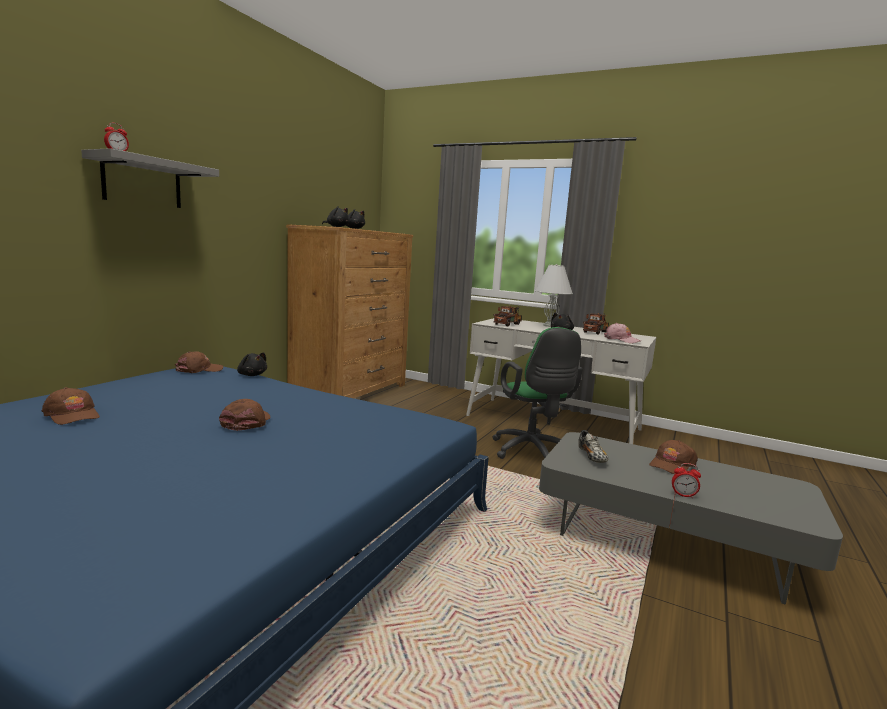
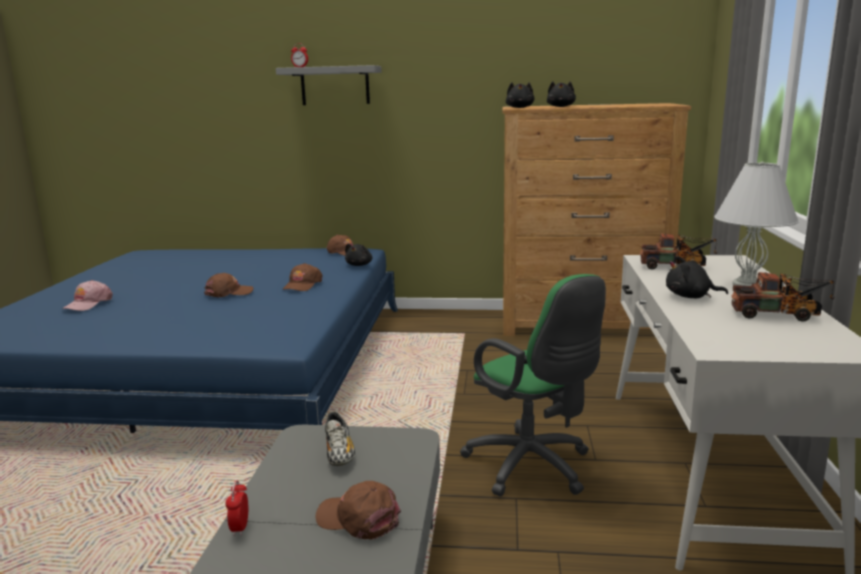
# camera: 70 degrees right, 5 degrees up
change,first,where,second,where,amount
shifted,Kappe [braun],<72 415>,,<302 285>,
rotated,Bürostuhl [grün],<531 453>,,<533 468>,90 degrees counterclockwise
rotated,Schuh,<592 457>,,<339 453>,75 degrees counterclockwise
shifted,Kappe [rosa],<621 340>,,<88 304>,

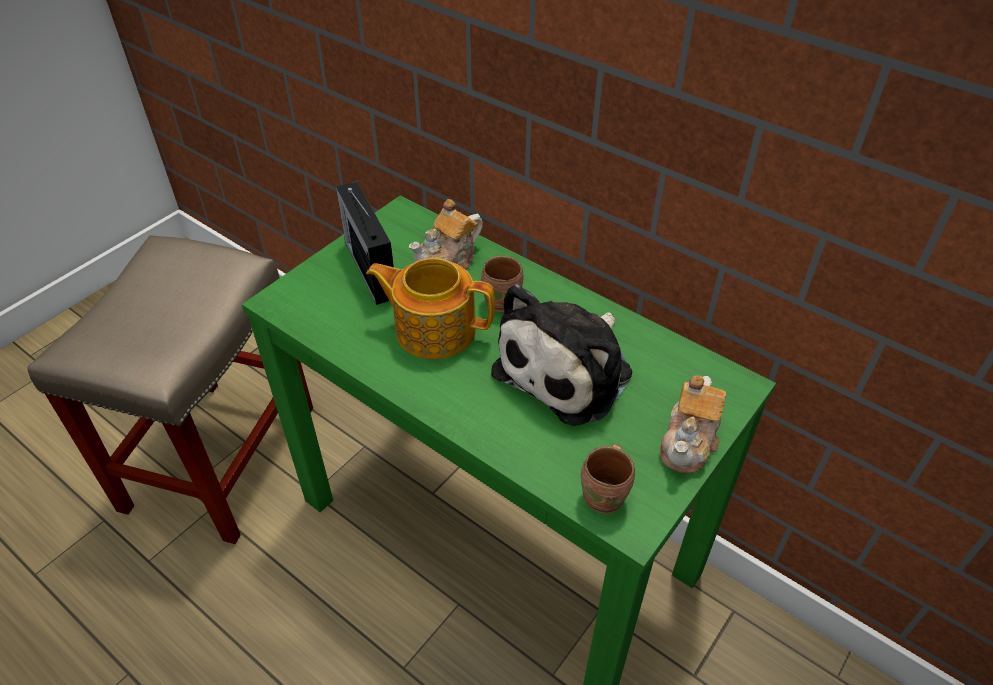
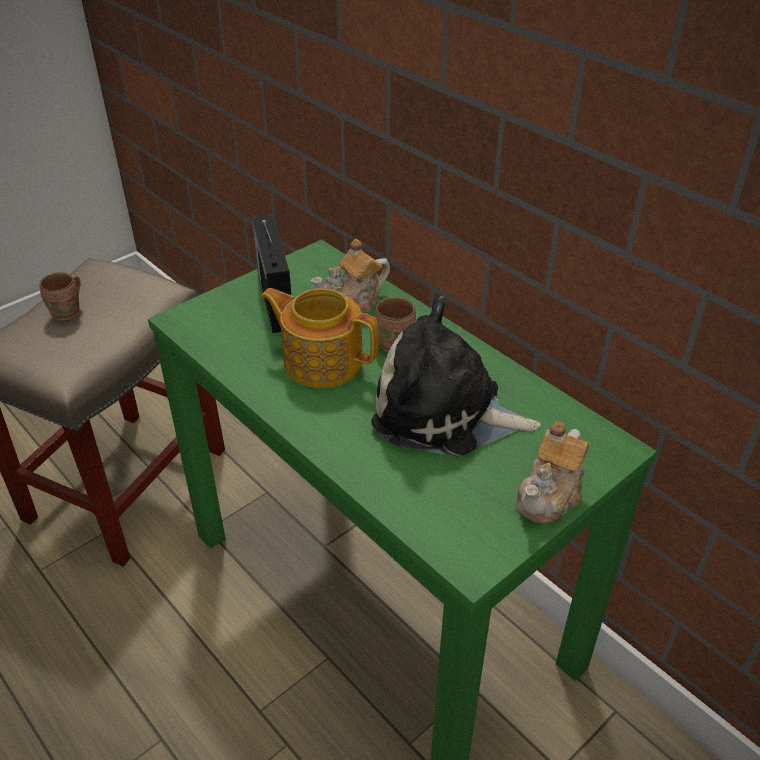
# camera: 10 degrees right, 5 degrees down
change,first,where,second,where,amount
rotated,Plüschtier,<569 370>,,<445 413>,60 degrees clockwise
shifted,Henkelbecher [braun],<606 496>,,<69 312>,

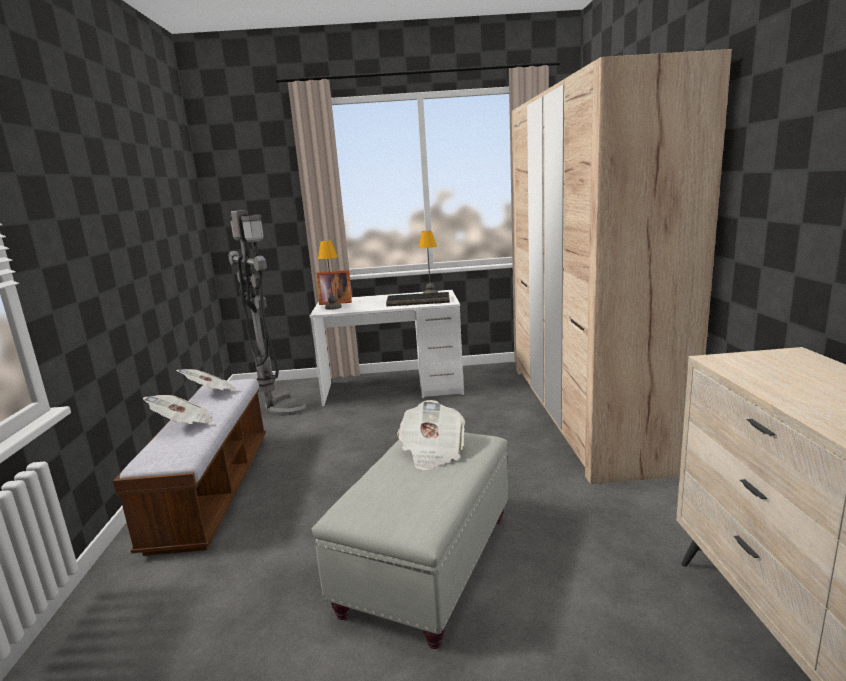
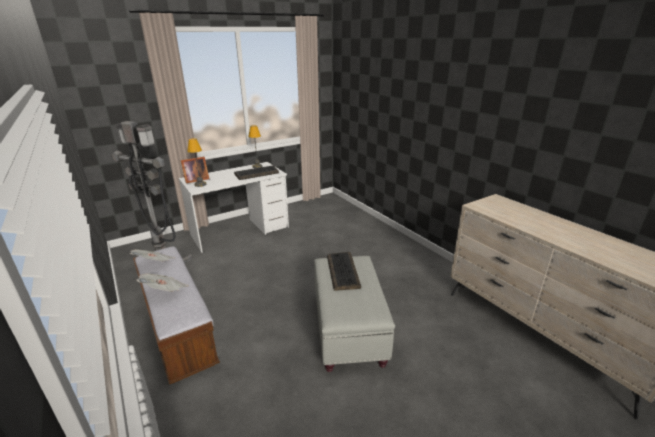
# camera: 30 degrees left, 10 degrees up
change,first,where,second,where,amount
swapped,Zeitung,<432 452>,Tastatur,<343 272>,
gone,Kleiderschrank [beige],<585 411>,,,

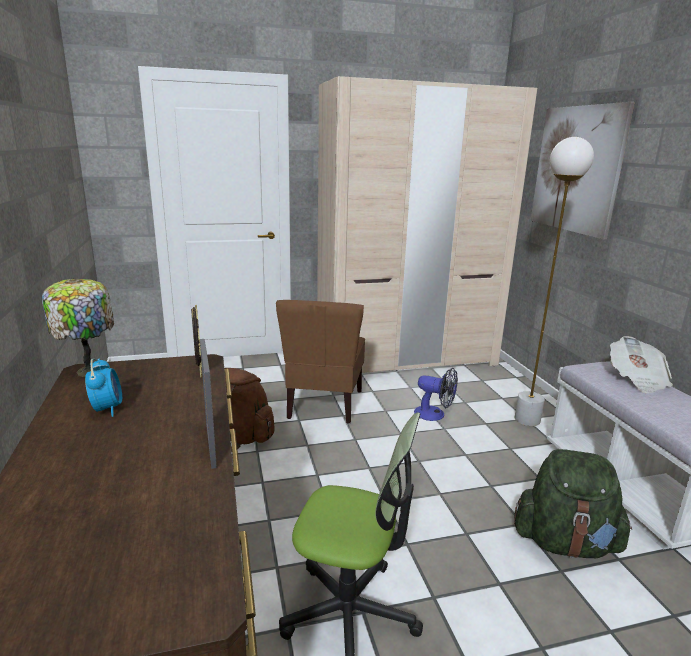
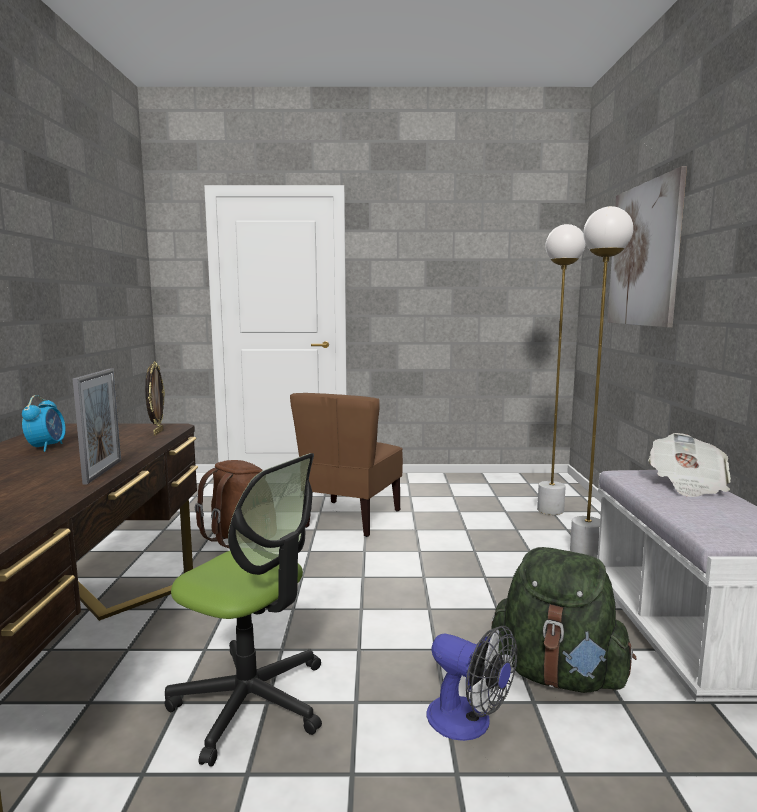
# camera: 15 degrees right, 10 degrees down
change,first,where,second,where,amount
gone,Tischlampe,<88 370>,,,
gone,Kleiderschrank [beige],<406 358>,,,
shifted,Ventilator,<435 414>,,<469 723>,
new,,,Stehlampe [weiß],<550 510>,

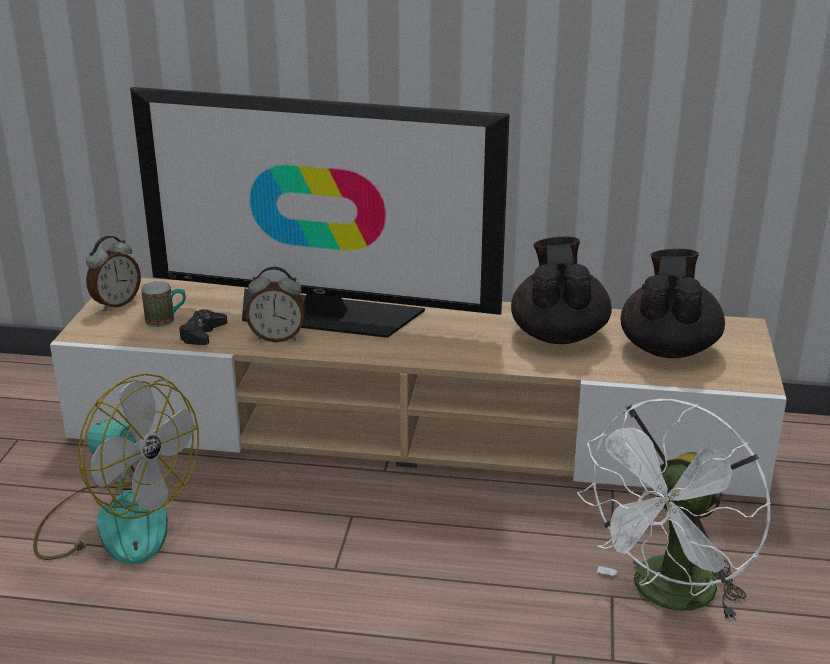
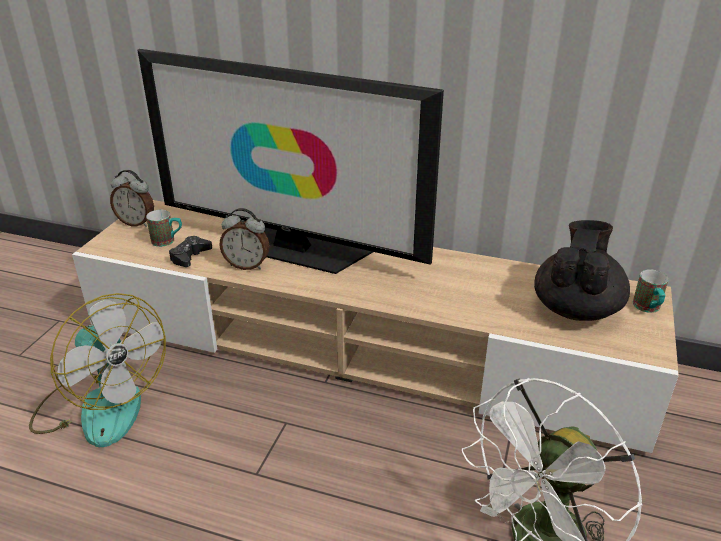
# camera: 10 degrees right, 5 degrees up
change,first,where,second,where,amount
rotated,Wecker,<116 303>,,<137 223>,60 degrees clockwise
gone,Teekanne [schwarz],<558 334>,,,
new,,,Henkelbecher,<648 308>,

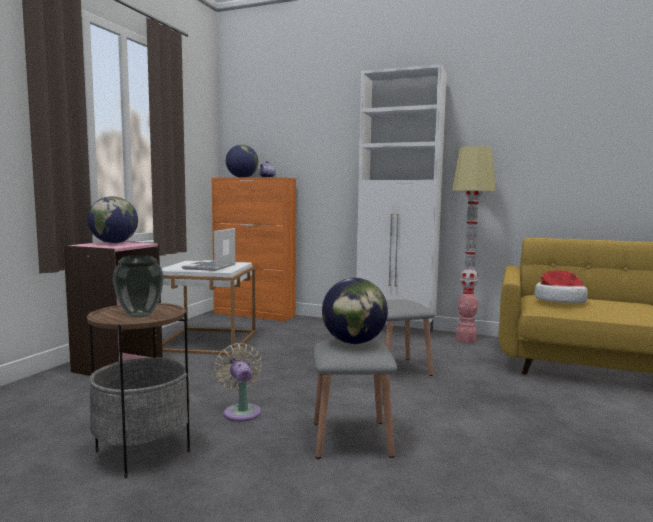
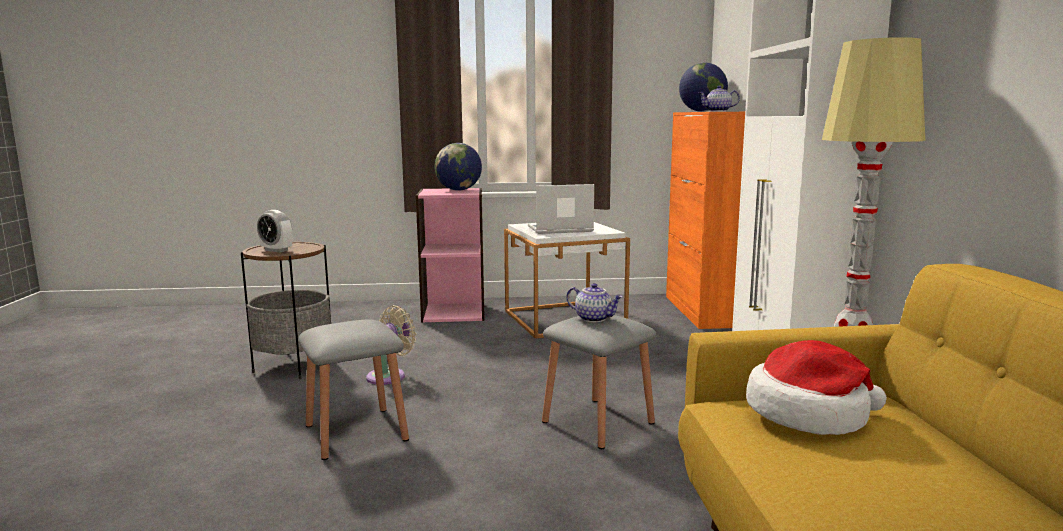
# camera: 65 degrees right, 5 degrees up
change,first,where,second,where,amount
swapped,Vase,<140 315>,Wecker,<276 250>,
gone,Globus,<354 342>,,,
new,,,Teekanne,<594 318>,

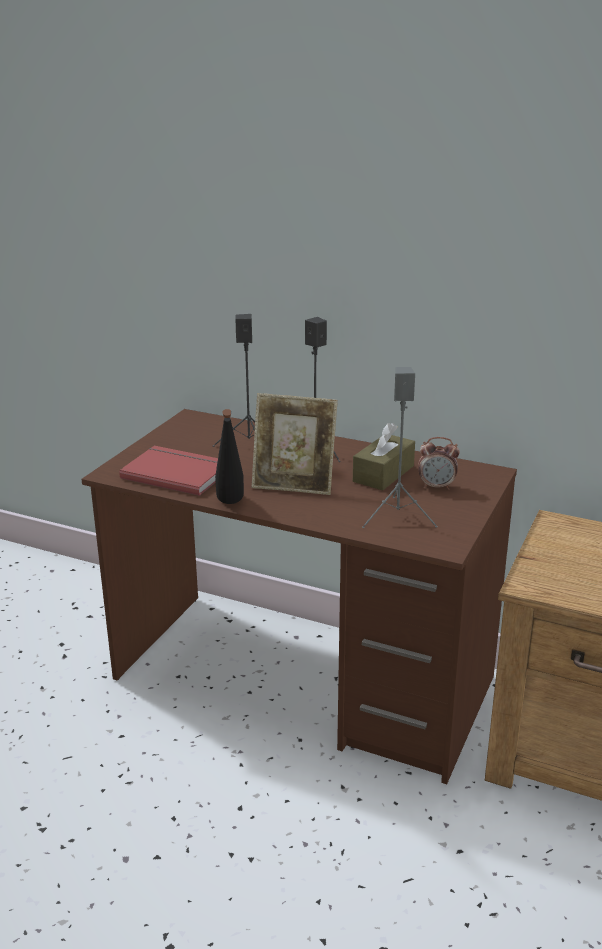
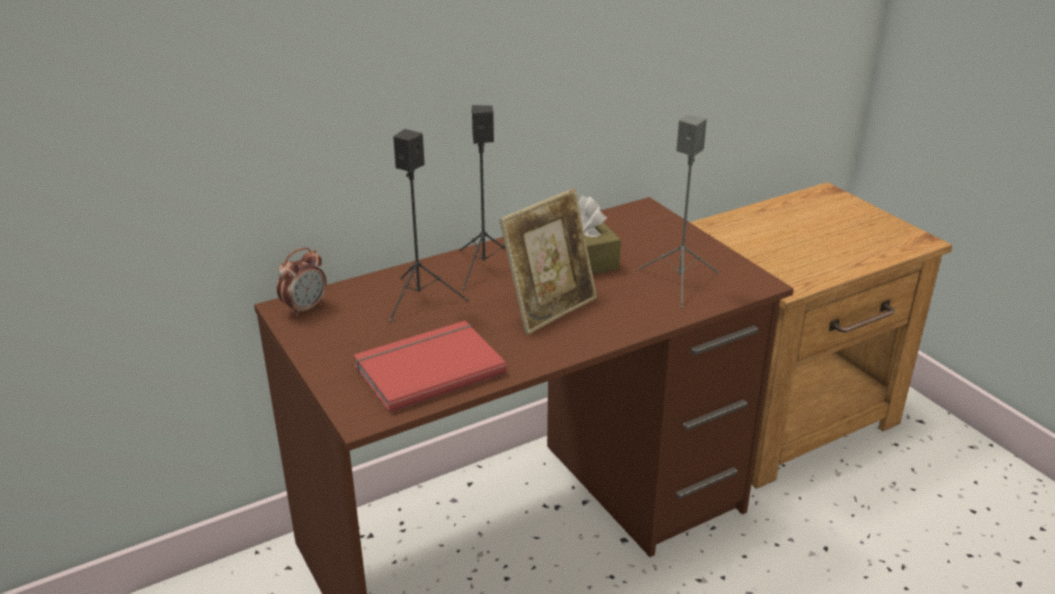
# camera: 55 degrees left, 5 degrees up
change,first,where,second,where,amount
gone,Flasche [schwarz],<230 505>,,,
shifted,Wecker,<436 486>,,<305 308>,

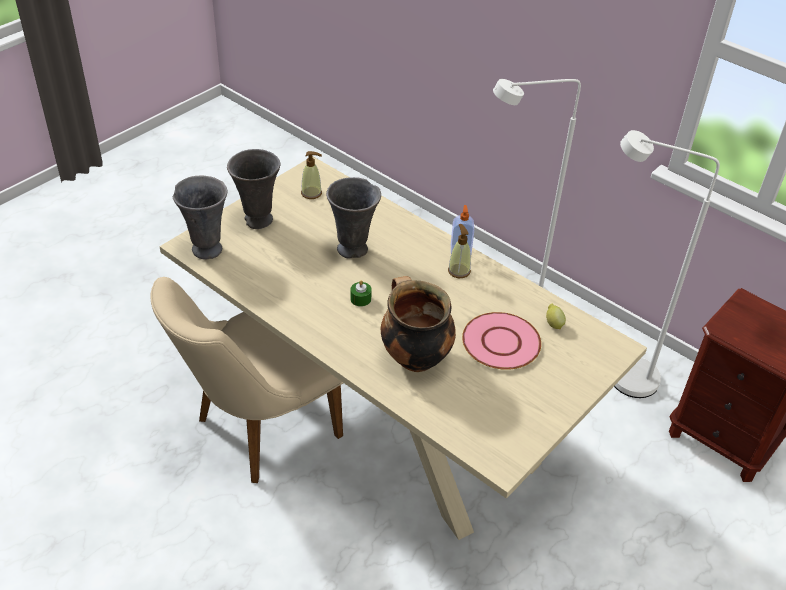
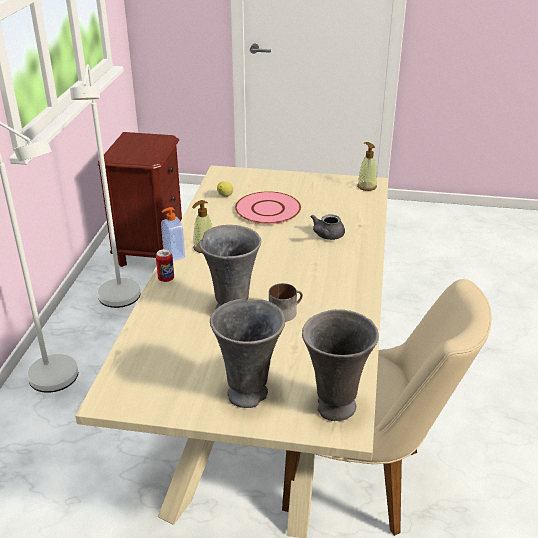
# camera: 120 degrees left, 10 degrees down
change,first,where,second,where,amount
shifted,Seifenspender,<311 193>,,<366 186>,
gone,Kerze [grün],<360 299>,,,
swapped,Kochtopf,<414 357>,Teekanne [grau],<326 236>,
new,,,Dose,<166 278>,
new,,,Henkelbecher,<285 311>,

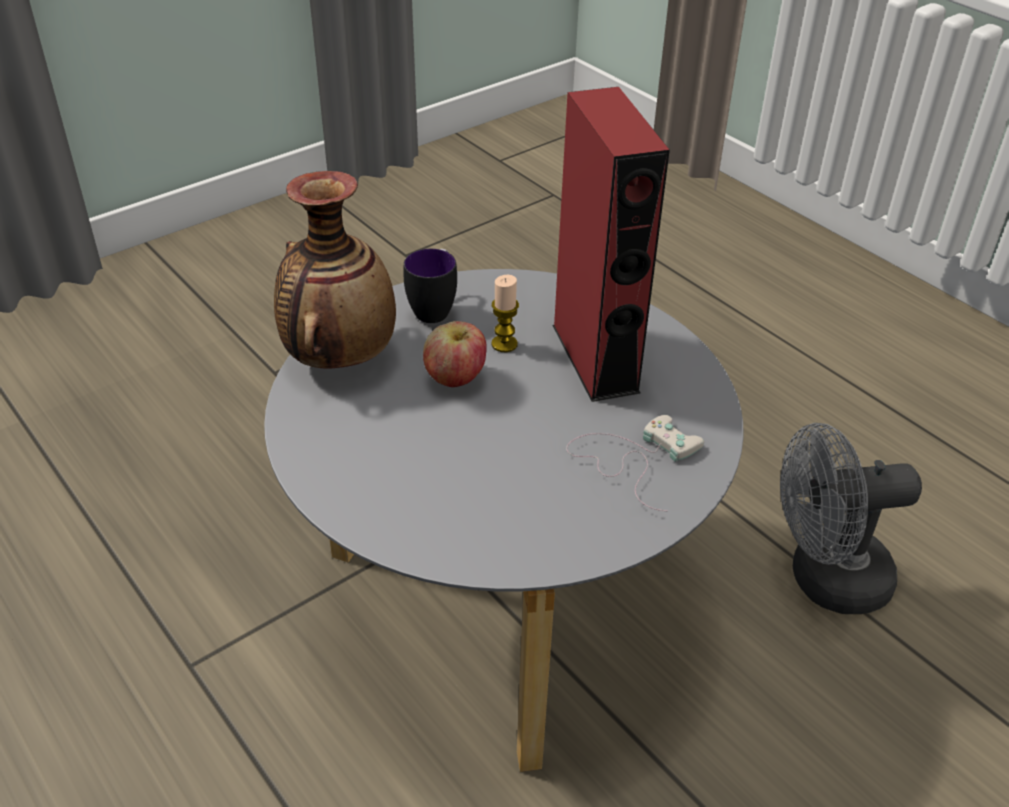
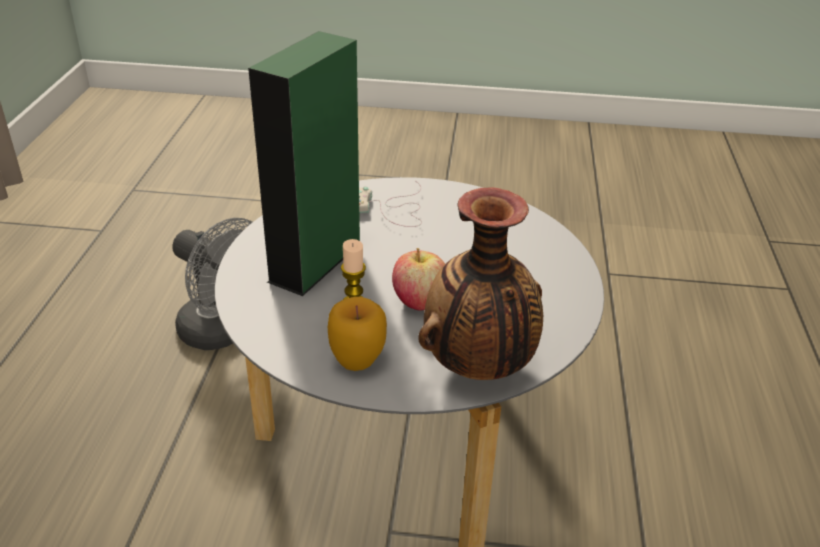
# camera: 135 degrees left, 5 degrees down
change,first,where,second,where,amount
swapped,Henkelbecher,<435 308>,Apfel,<357 360>,
repainted,Lautsprecher [rot],<595 358>,Lautsprecher [grün],<316 261>,

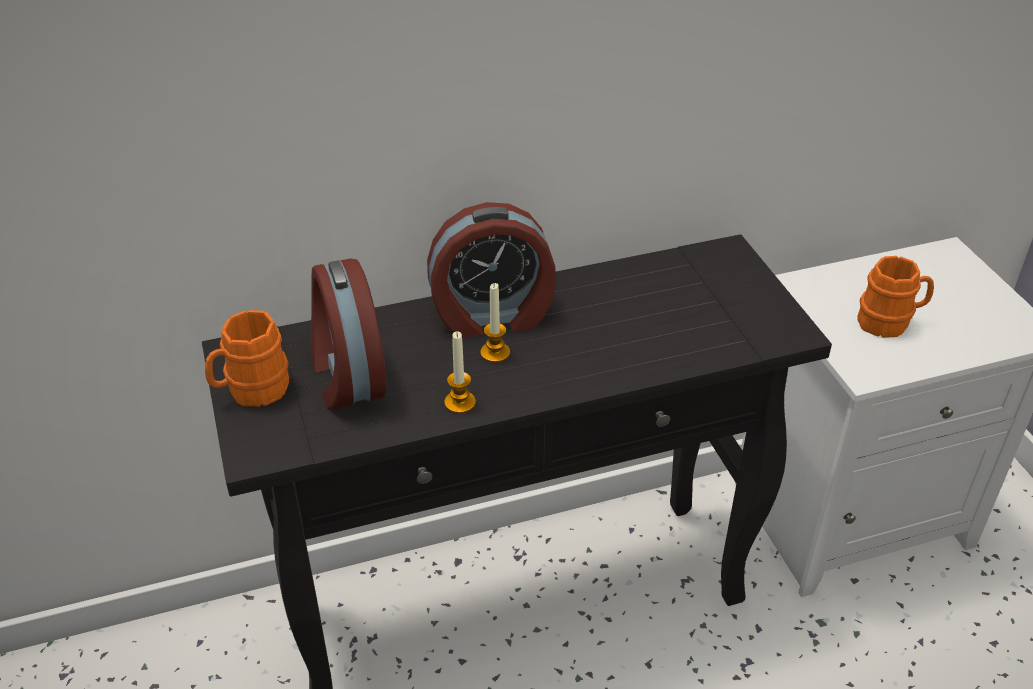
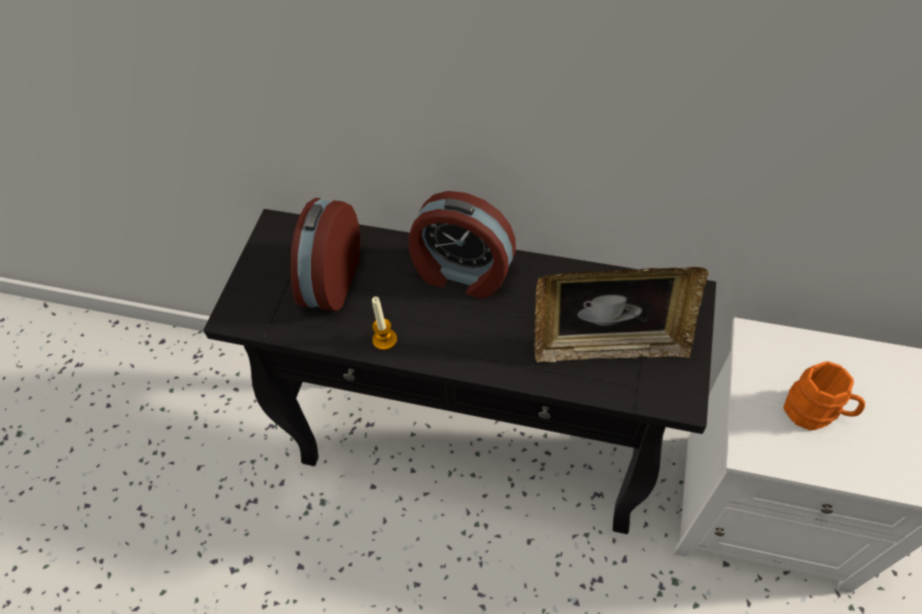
# camera: 35 degrees right, 15 degrees up
change,first,where,second,where,amount
gone,Henkelbecher [orange],<251 390>,,,
gone,Kerze,<495 353>,,,
new,,,Bilderrahmen,<609 346>,

